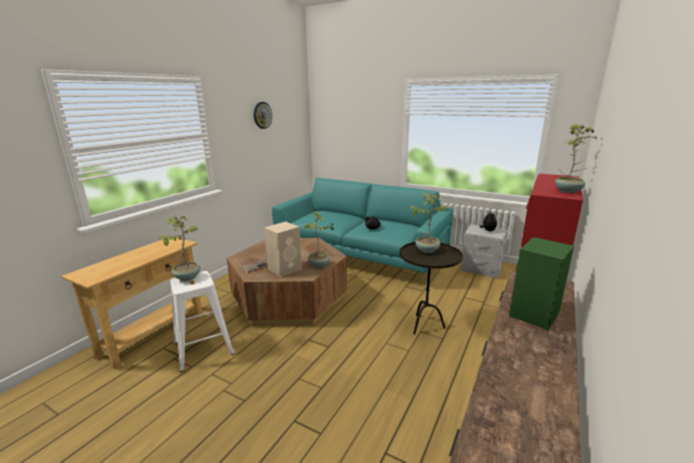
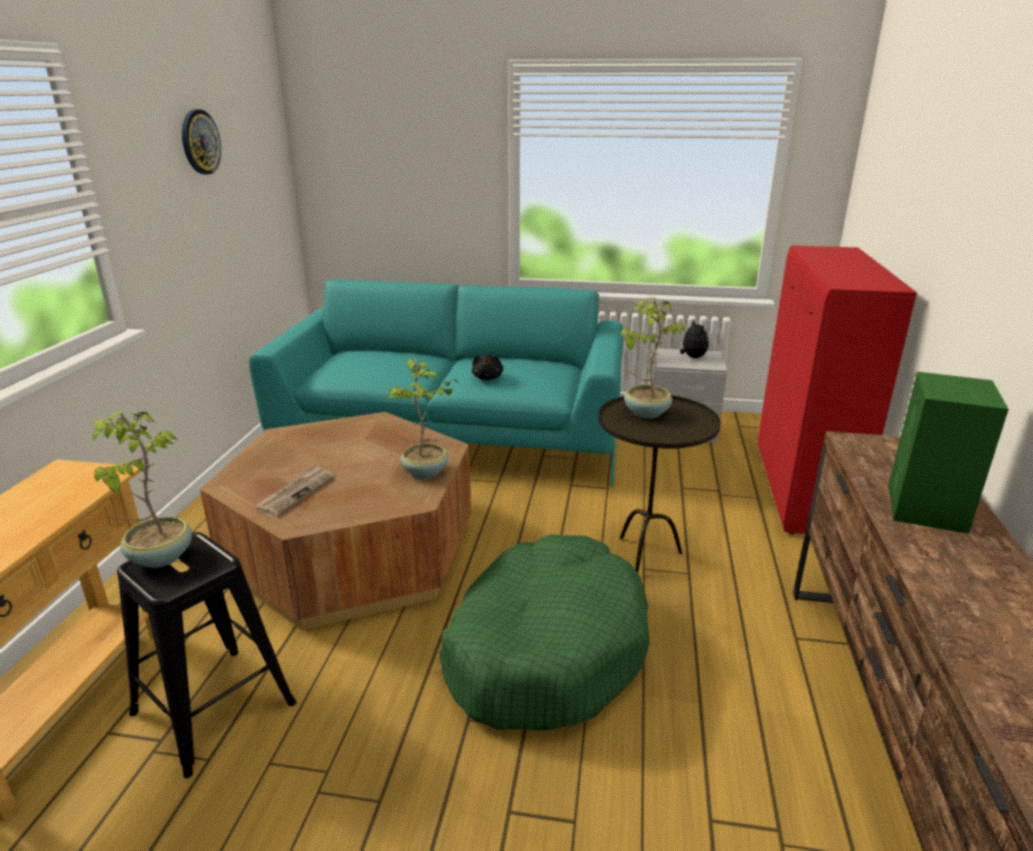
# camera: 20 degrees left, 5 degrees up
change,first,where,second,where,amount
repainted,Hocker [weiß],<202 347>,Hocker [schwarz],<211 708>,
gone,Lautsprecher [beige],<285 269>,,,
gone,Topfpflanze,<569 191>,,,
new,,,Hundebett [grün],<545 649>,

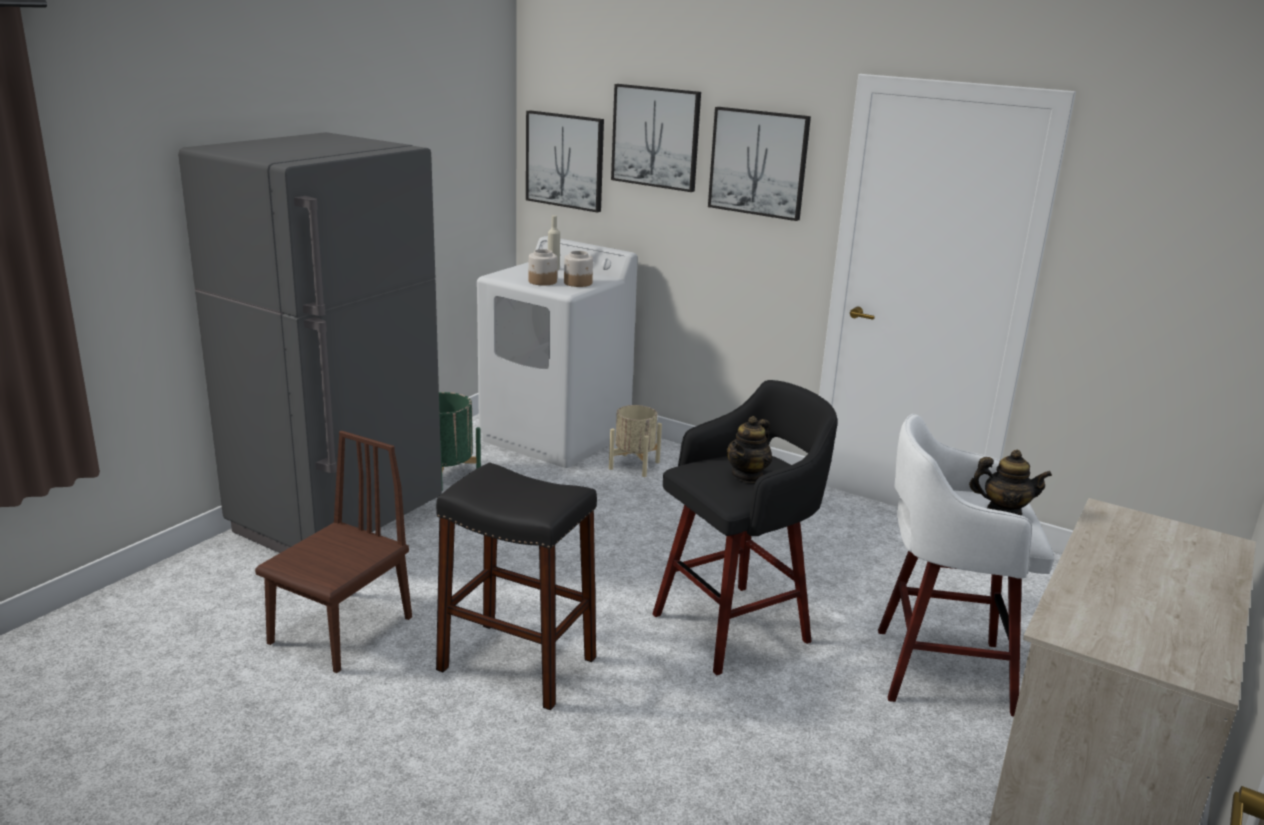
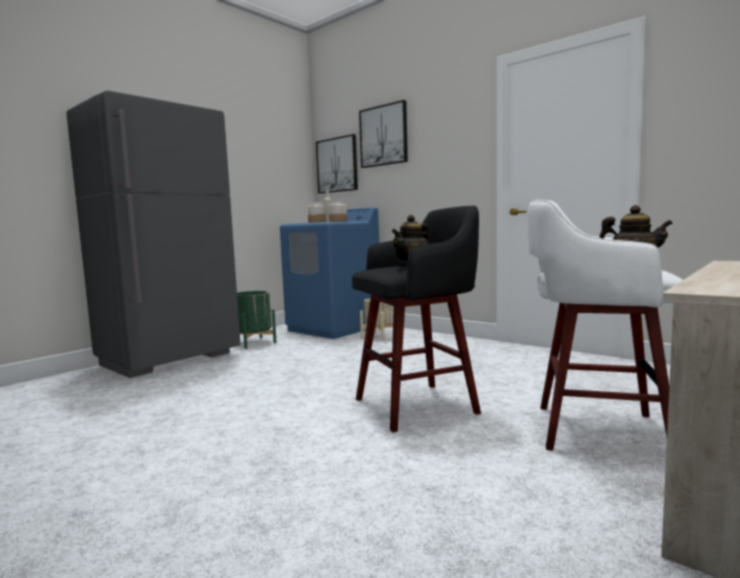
# camera: 10 degrees right, 15 degrees down
change,first,where,second,where,amount
gone,Stuhl [braun],<341 630>,,,
gone,Hocker [schwarz],<517 664>,,,
repainted,Waschmaschine [weiß],<556 437>,Waschmaschine [blau],<334 328>,
gone,Bild,<758 163>,,,

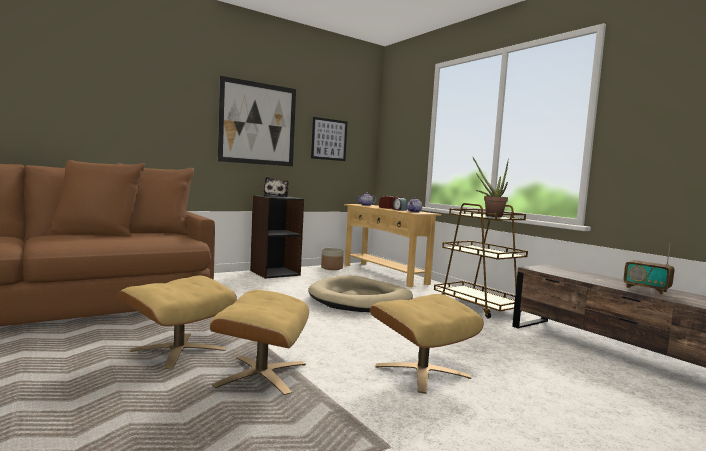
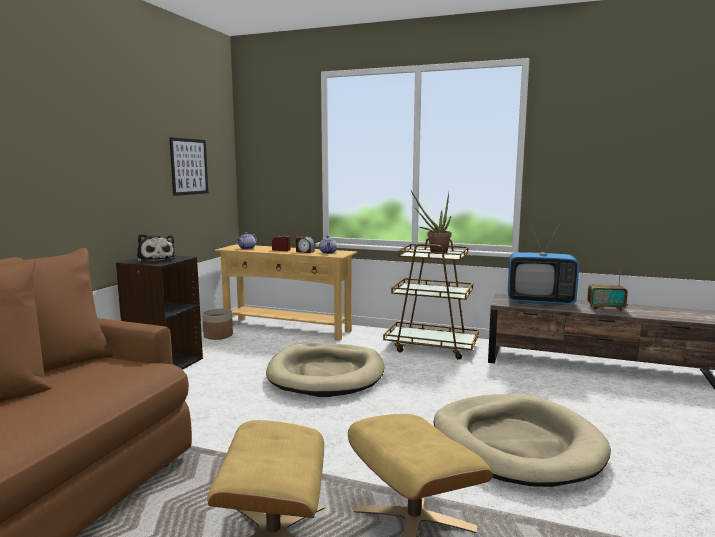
# camera: 35 degrees left, 5 degrees up
change,first,where,second,where,amount
gone,Bild,<258 123>,,,
swapped,Polsterhocker [beige],<422 371>,Hundebett [beige],<515 444>,
new,,,Fernseher,<540 301>,

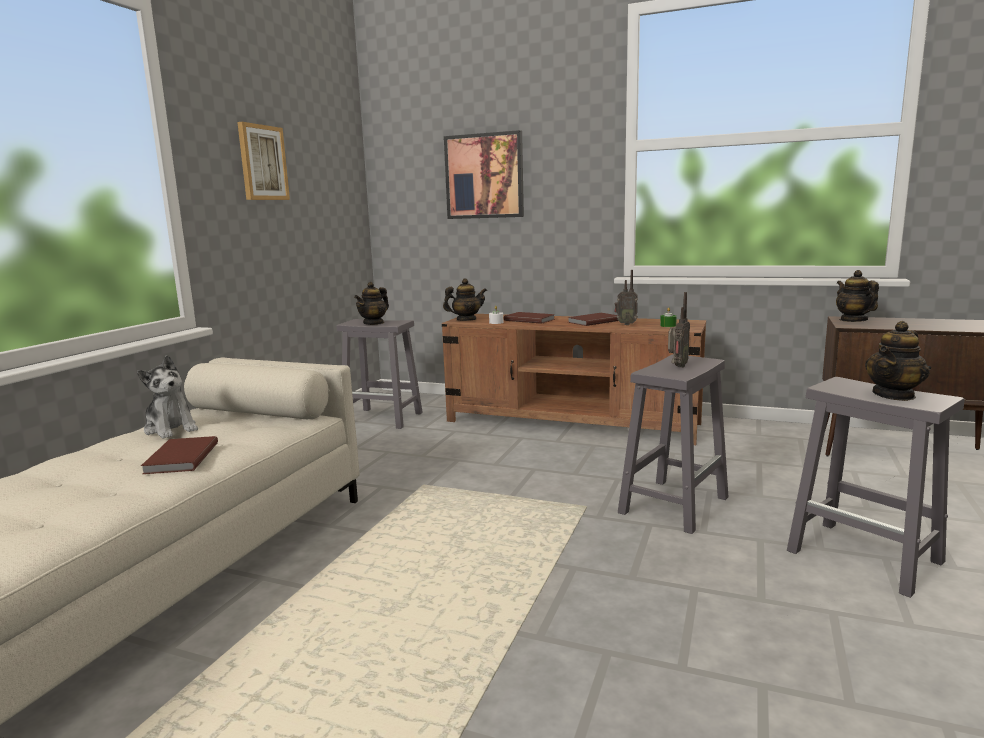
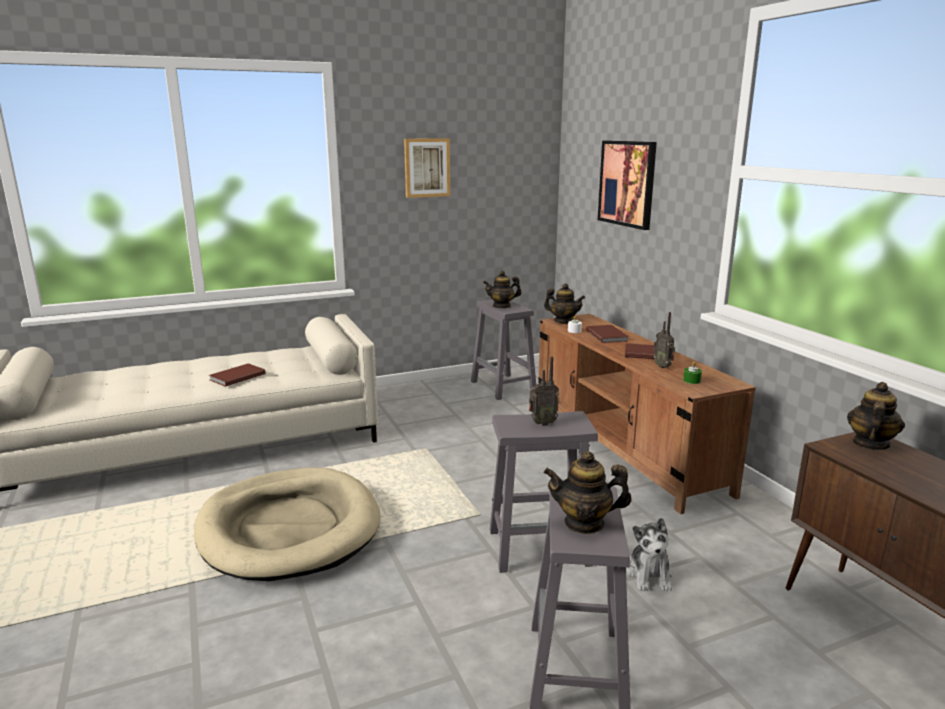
# camera: 45 degrees right, 5 degrees up
change,first,where,second,where,amount
shifted,Plüschtier,<171 429>,,<649 575>,
new,,,Hundebett [beige],<289 528>,

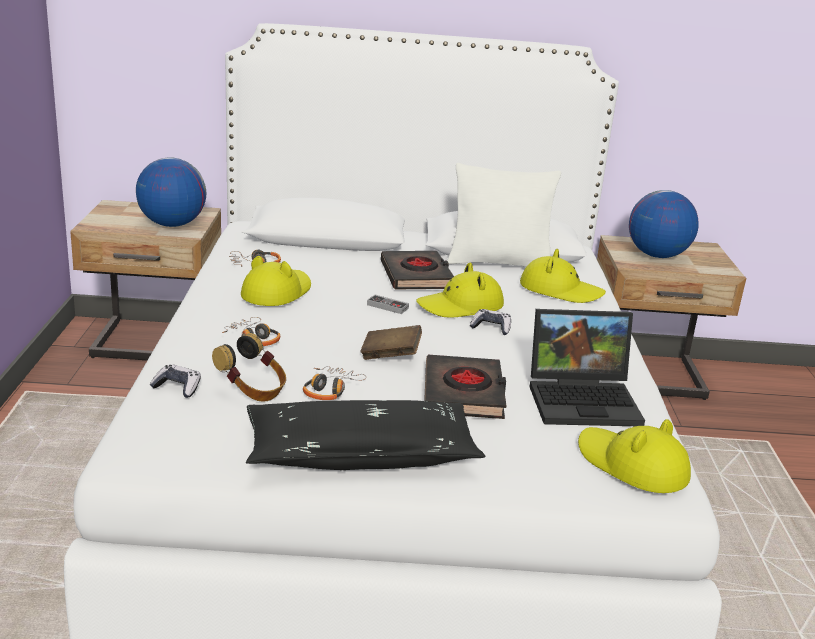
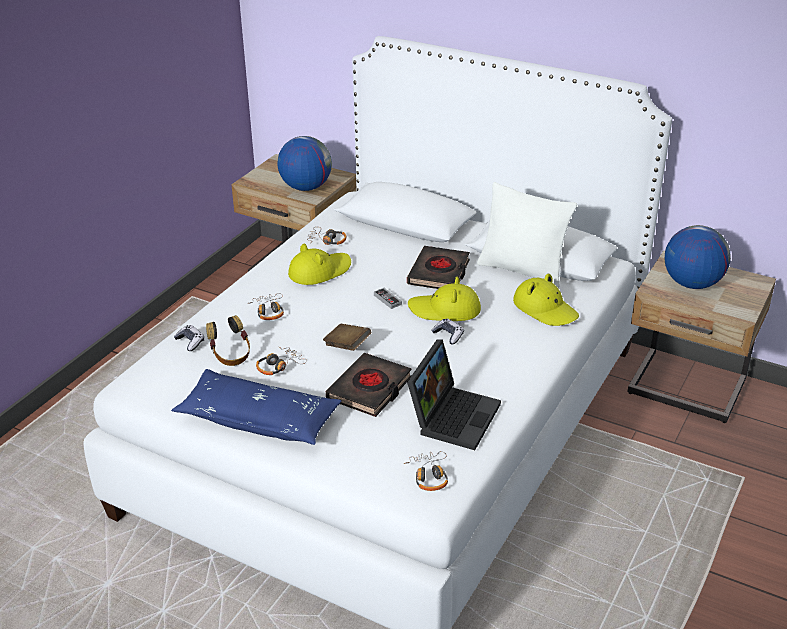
# camera: 30 degrees right, 10 degrees up
change,first,where,second,where,amount
repainted,Kissen [schwarz],<361 454>,Kissen [blau],<259 419>,
rotated,Laptop,<584 400>,,<453 415>,90 degrees counterclockwise
swapped,Hut [gelb],<631 465>,Kopfhörer,<429 476>,

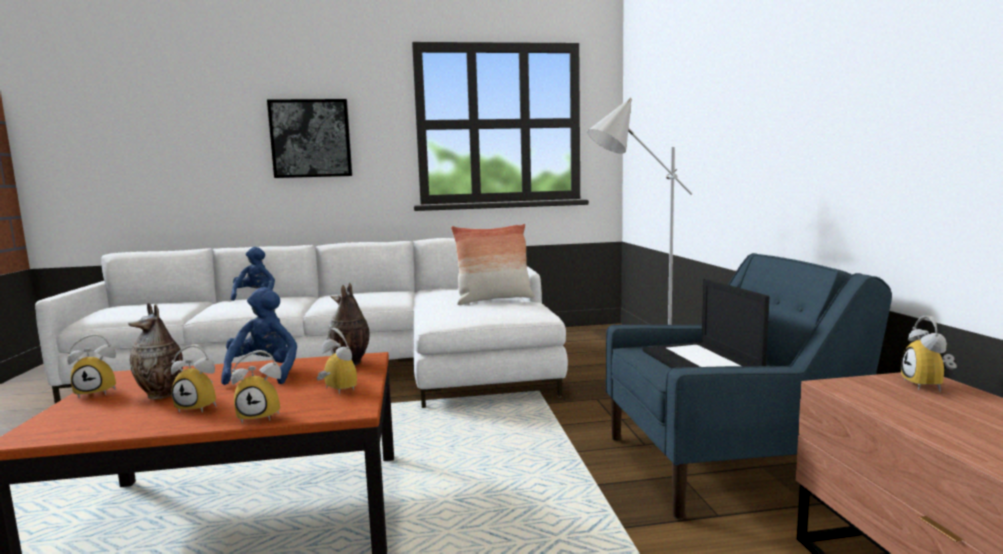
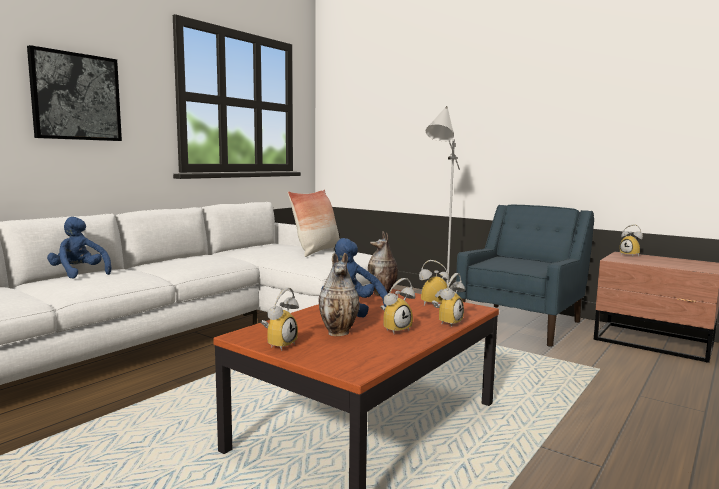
# camera: 45 degrees left, 0 degrees up
change,first,where,second,where,amount
gone,Laptop,<702 362>,,,

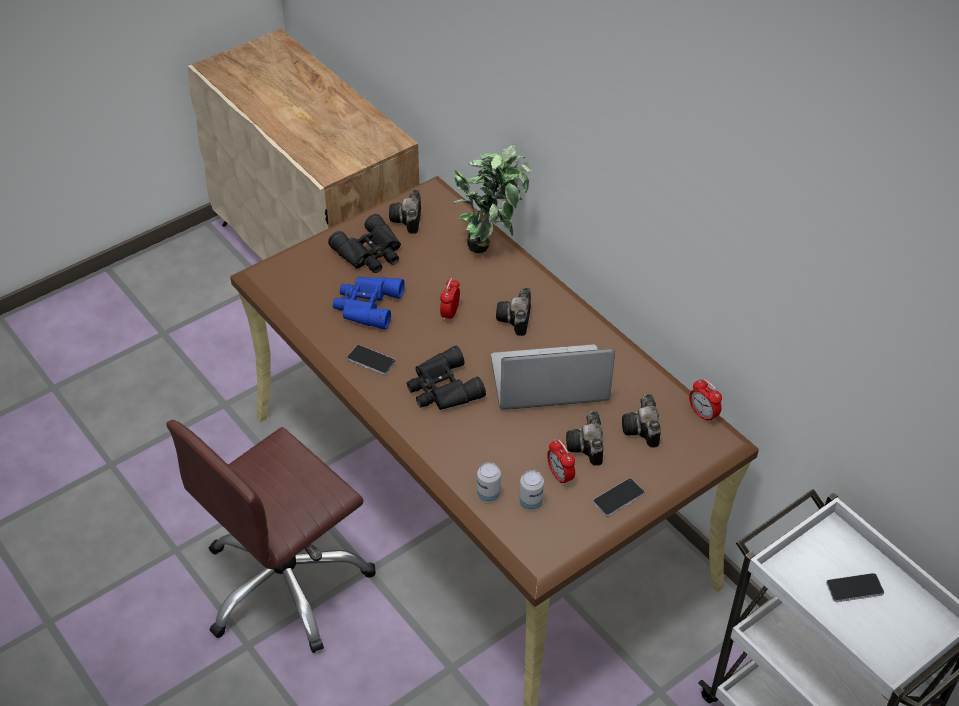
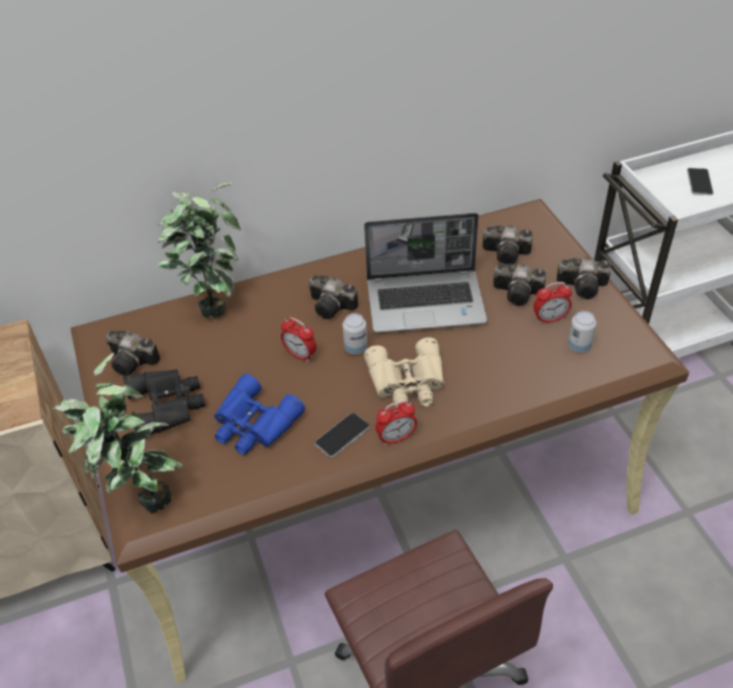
# camera: 70 degrees left, 0 degrees up
change,first,where,second,where,amount
repainted,Fernglas [schwarz],<442 388>,Fernglas [beige],<408 382>,
shifted,Dose,<488 494>,,<356 348>,
rotated,Laptop,<547 382>,,<427 302>,105 degrees counterclockwise
swapped,Handy,<618 498>,Kamera,<585 286>,
shifted,Wecker,<703 414>,,<396 437>,
new,,,Topfpflanze,<141 495>,

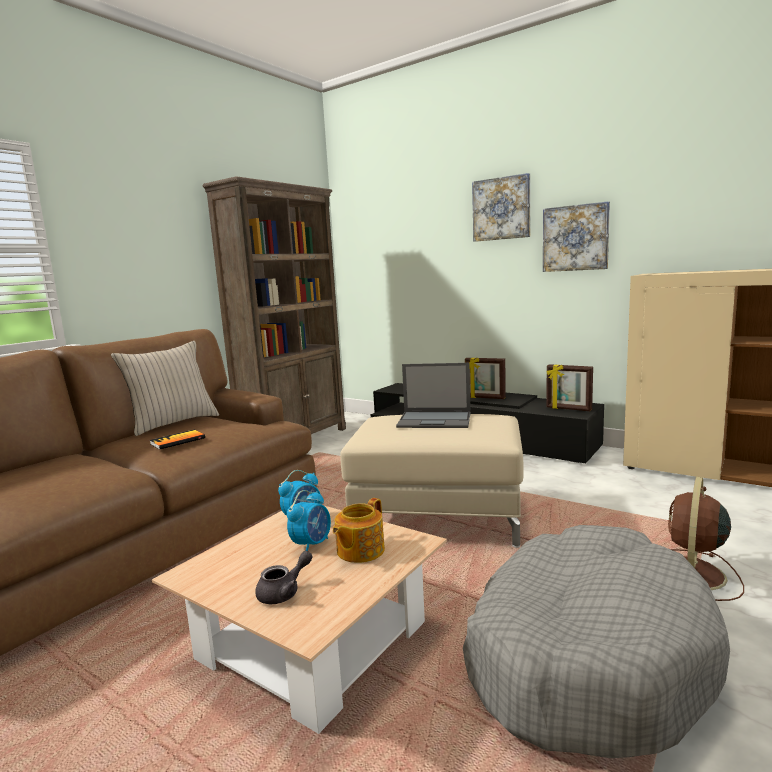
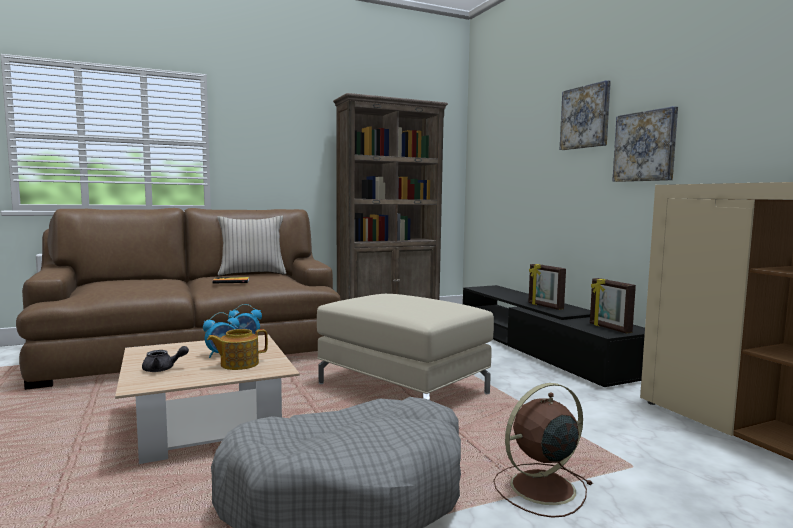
# camera: 30 degrees right, 5 degrees down
change,first,where,second,where,amount
gone,Laptop,<435 420>,,,

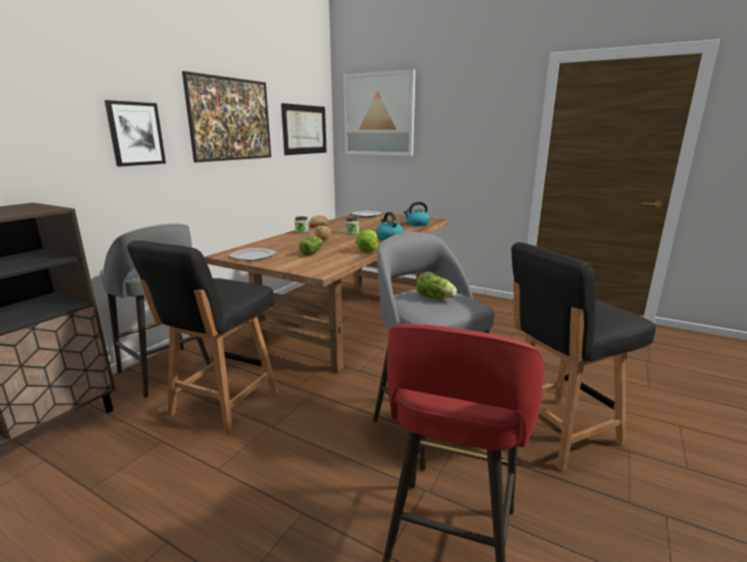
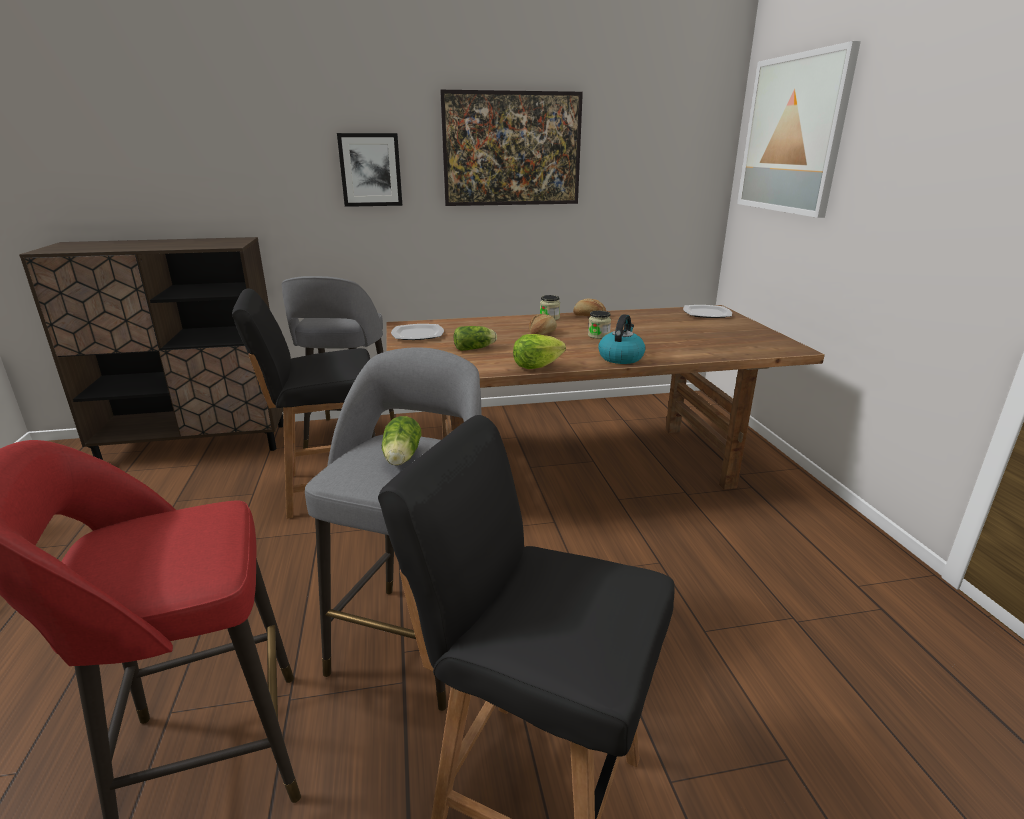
# camera: 50 degrees right, 5 degrees up
change,first,where,second,where,amount
gone,Bild,<305 129>,,,
gone,Wasserkessel,<417 224>,,,

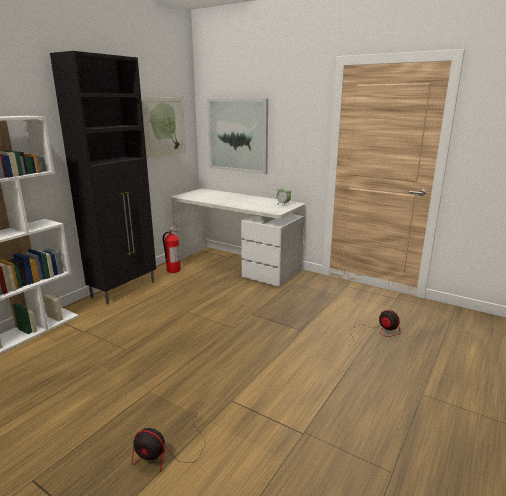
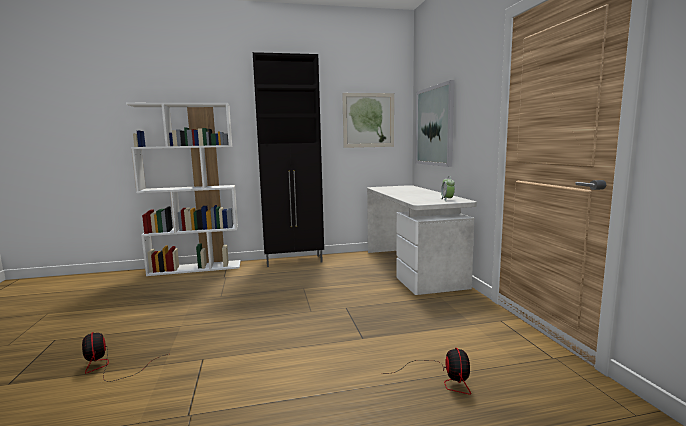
# camera: 45 degrees right, 10 degrees down
change,first,where,second,where,amount
gone,Feuerlöscher,<173 270>,,,

